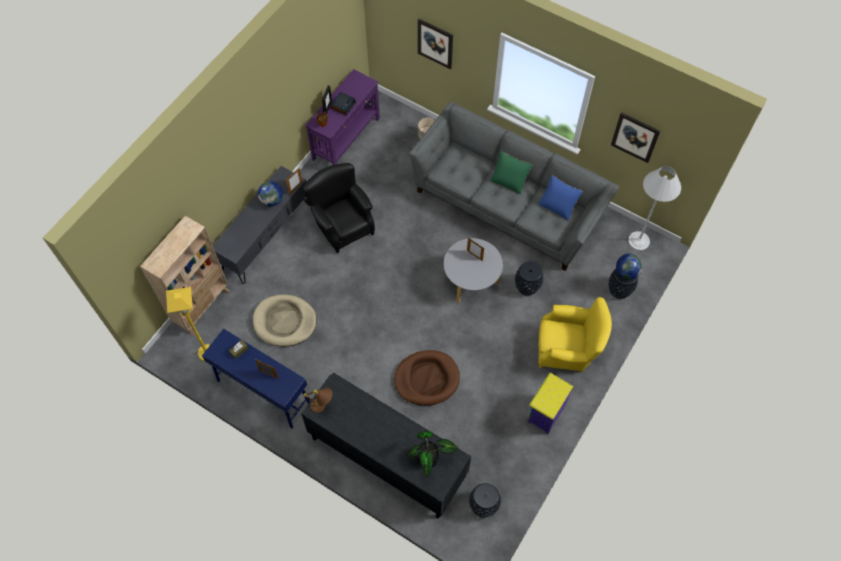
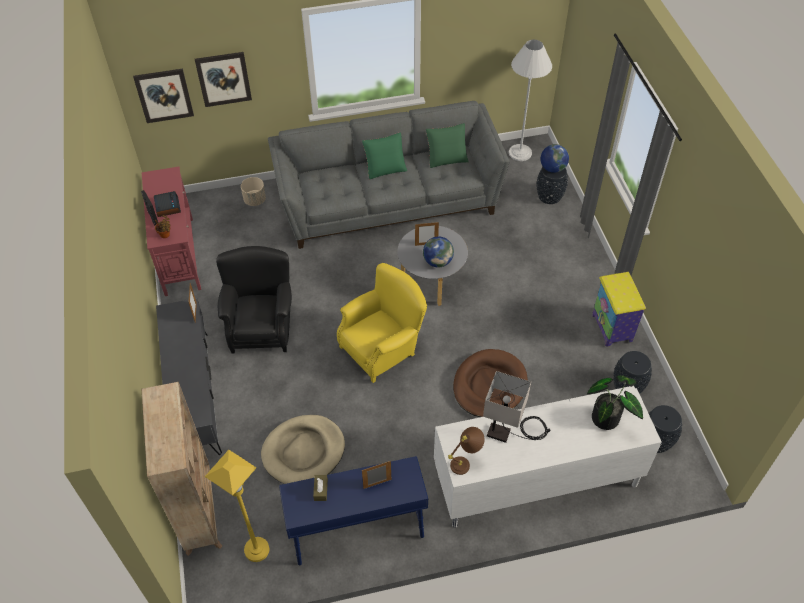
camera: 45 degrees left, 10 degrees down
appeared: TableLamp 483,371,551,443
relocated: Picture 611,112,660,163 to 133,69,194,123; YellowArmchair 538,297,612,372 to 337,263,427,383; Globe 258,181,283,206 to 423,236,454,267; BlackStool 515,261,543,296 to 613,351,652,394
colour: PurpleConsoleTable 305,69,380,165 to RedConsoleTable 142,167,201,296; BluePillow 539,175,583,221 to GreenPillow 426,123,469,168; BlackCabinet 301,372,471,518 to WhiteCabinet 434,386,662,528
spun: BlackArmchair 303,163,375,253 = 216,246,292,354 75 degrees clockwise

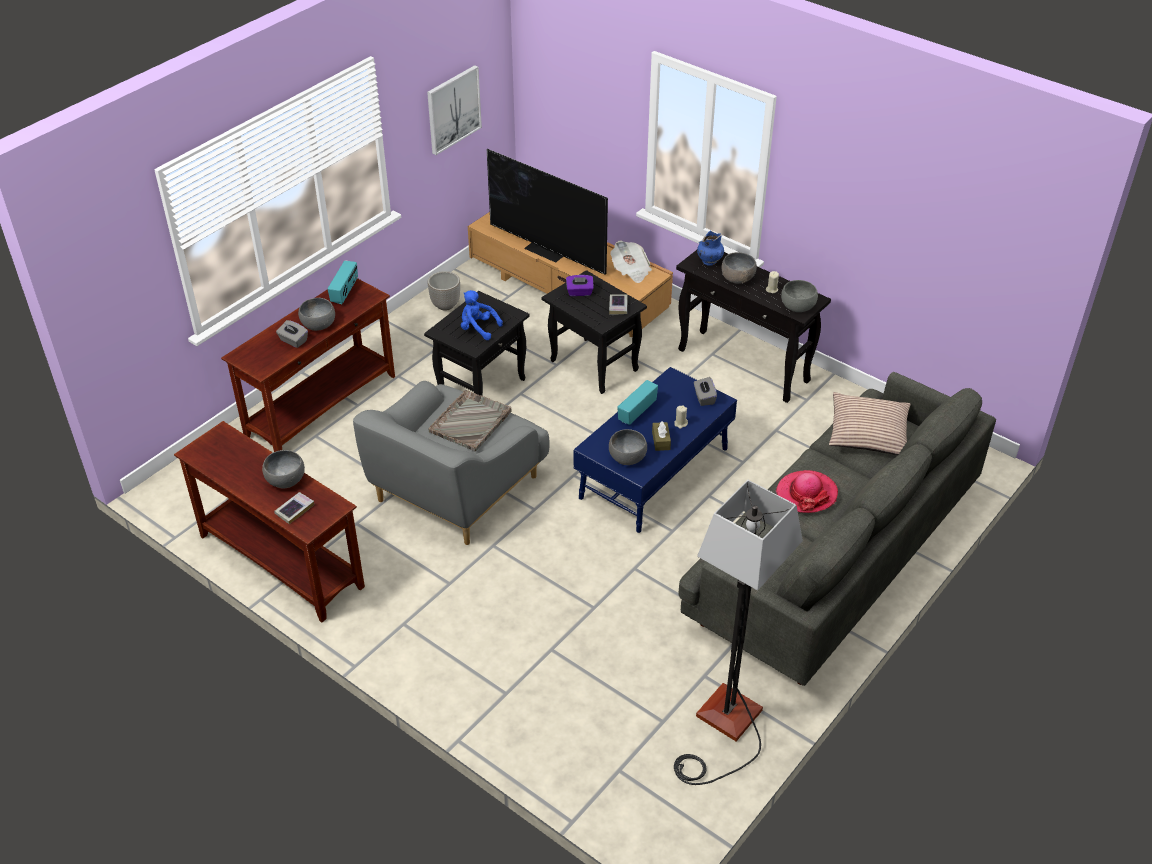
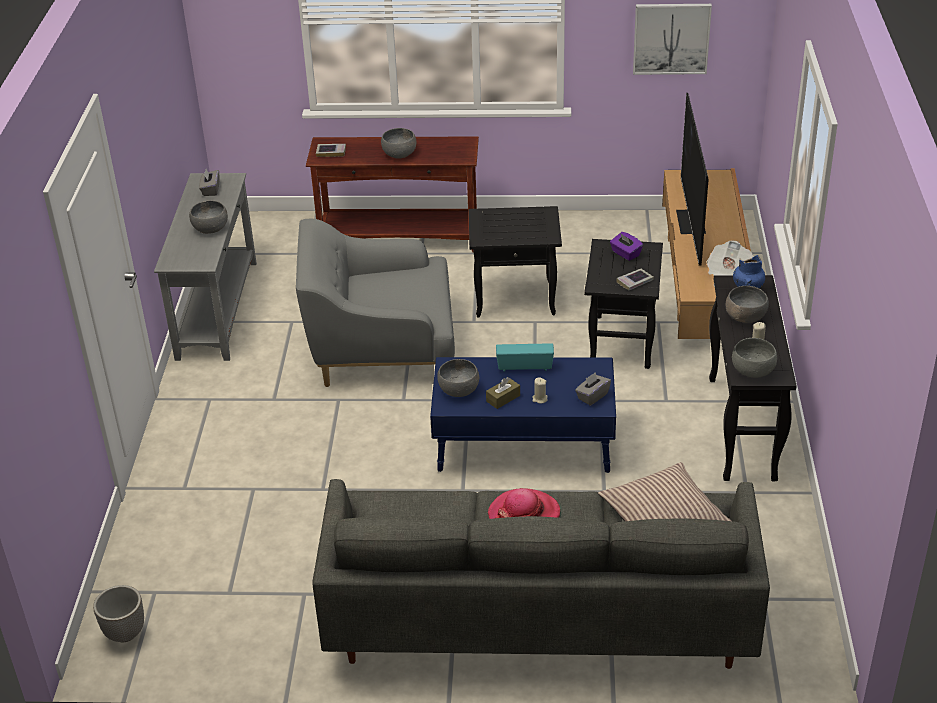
camera: 55 degrees right, 5 degrees down
missing: Radio 328,261,358,304; GreyTray 428,390,512,451; BluePlushToy 461,290,503,340; FloorLamp 674,480,803,785
relocated: Planter 428,271,460,311 to 93,585,144,642; GreyTissueBox 276,320,308,348 to 199,169,220,196; Book 274,492,314,524 to 316,144,346,157
colour: BrownConsoleTable 174,421,365,623 to GreyConsoleTable 154,173,257,361

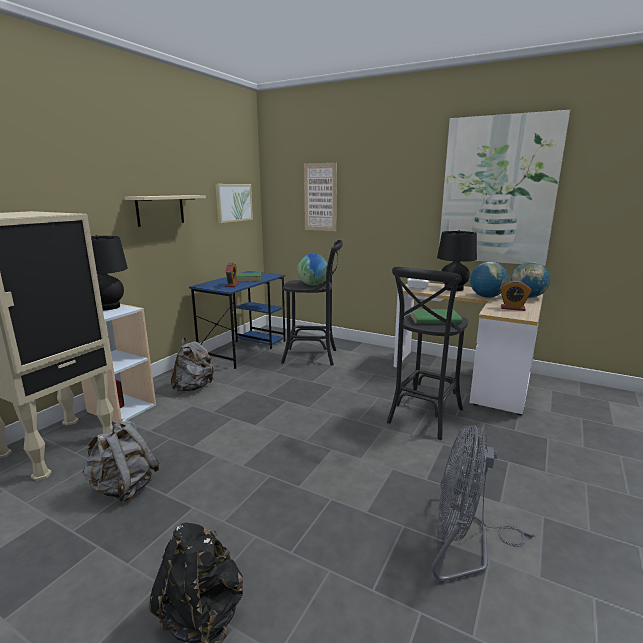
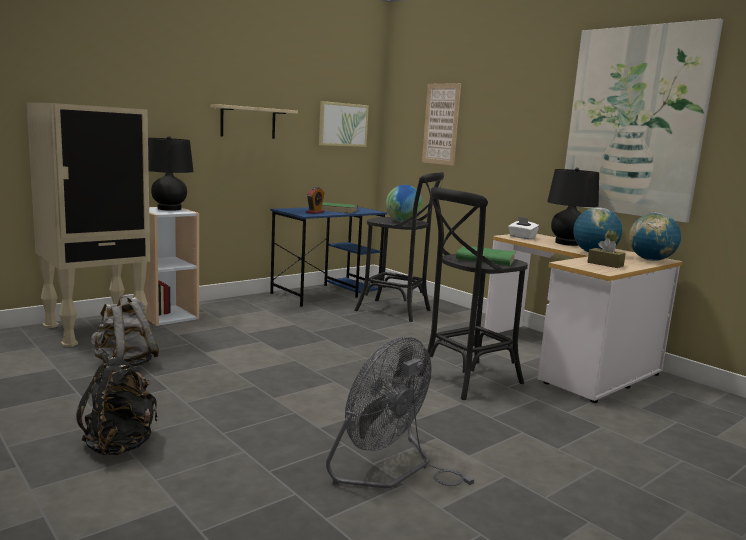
camera: 20 degrees right, 5 degrees down
missing: GreyBackpack 171,338,215,391
exchanged: AlarmClock 500,280,532,311 to BrownTissueBox 588,238,626,268

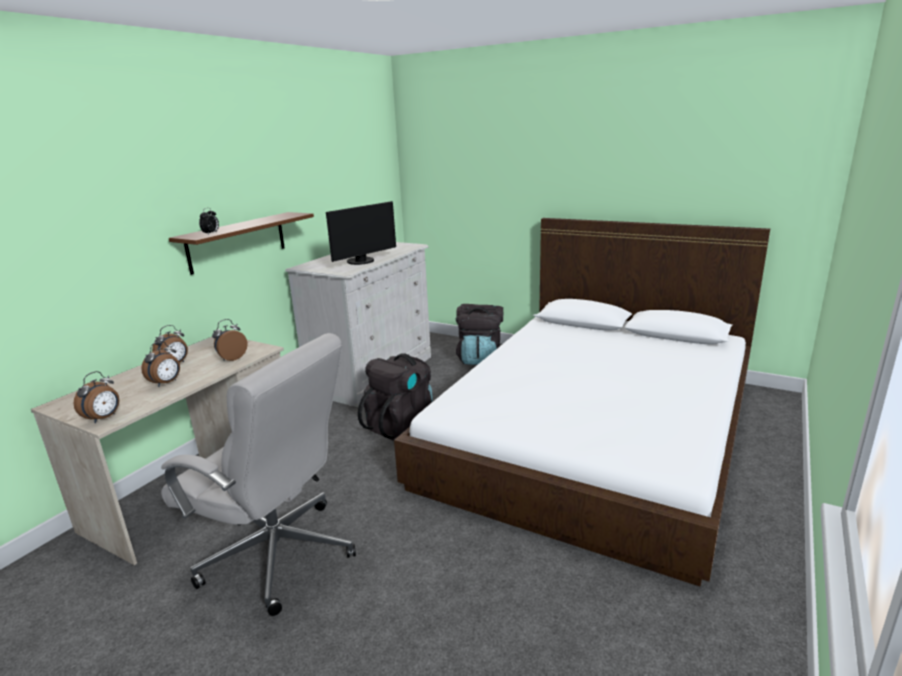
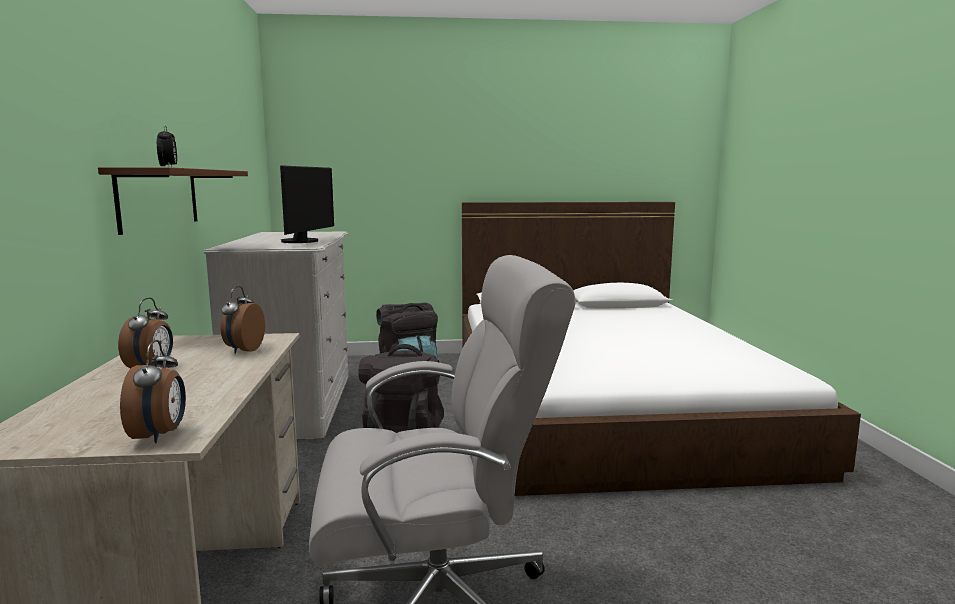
camera: 35 degrees left, 10 degrees down
missing: AlarmClock 141,341,180,387

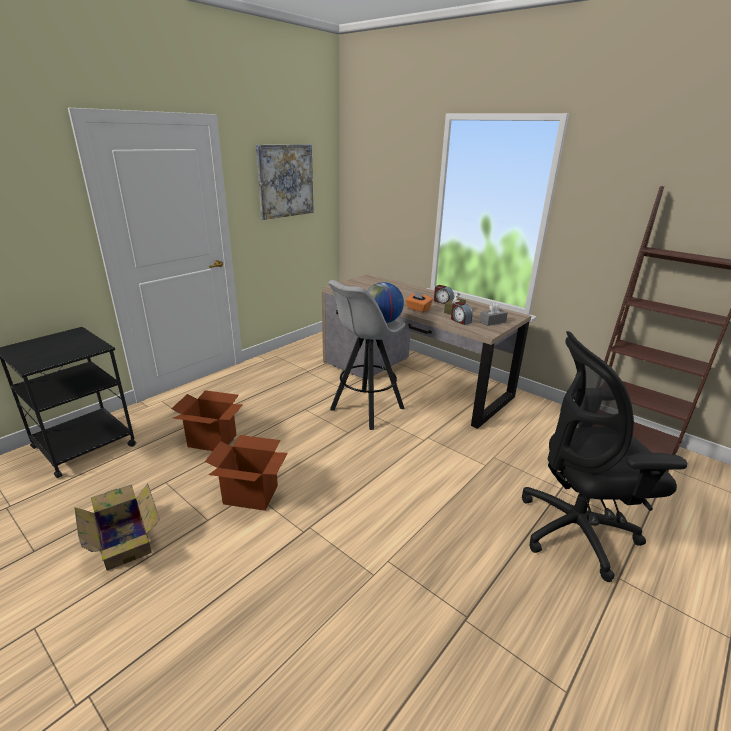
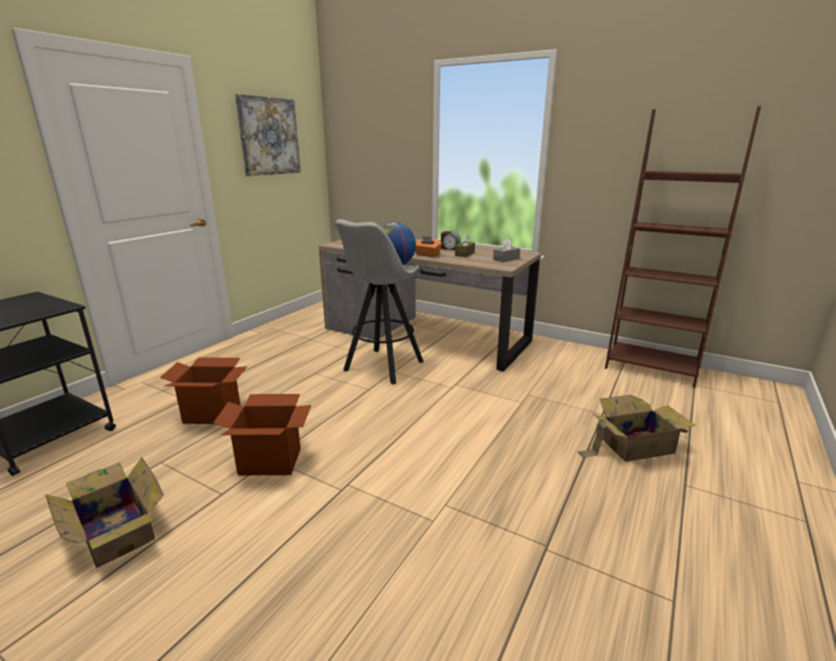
camera: 10 degrees left, 5 degrees down
missing: AlarmClock 451,302,472,325
exchanged: BlackOfficeChair 522,331,687,582 to CardboardBox 578,395,695,462

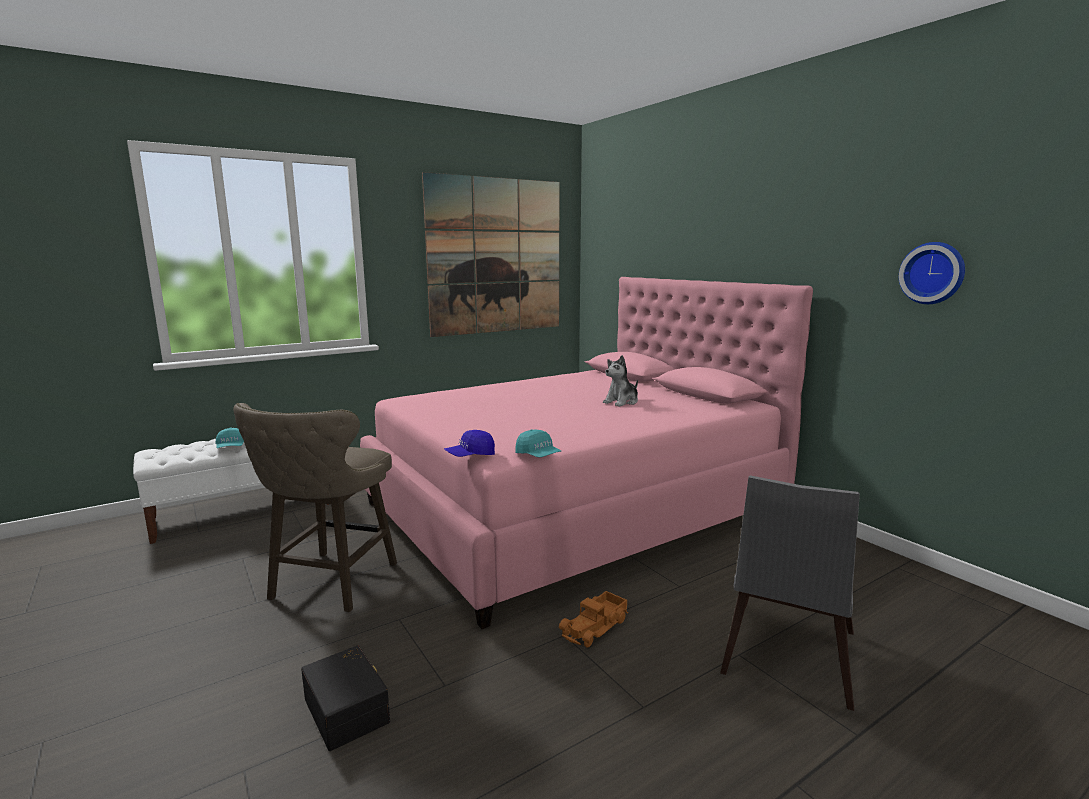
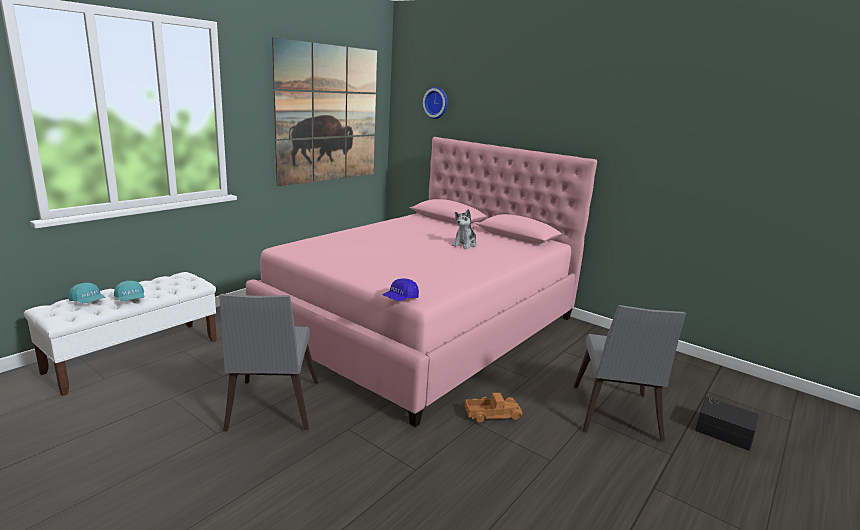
camera: 20 degrees left, 5 degrees up
relocated: TurquoiseCap 515,429,562,457 to 69,283,105,304; WallClock 899,242,965,304 to 423,87,448,119; BlackStorageBox 301,645,390,751 to 695,397,759,451
exchanged: BeigeStool 233,403,397,612 to GreyChair 219,294,319,432
spun: ToyTruck 559,591,628,648 = 465,393,523,423 120 degrees counterclockwise

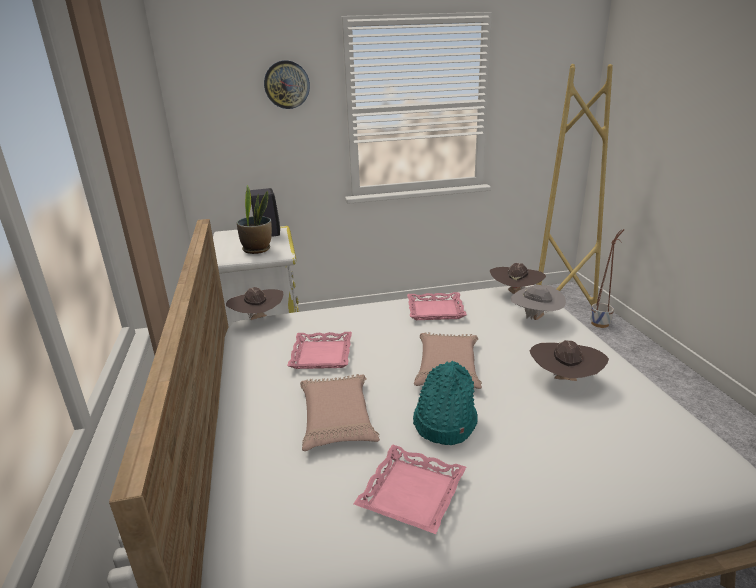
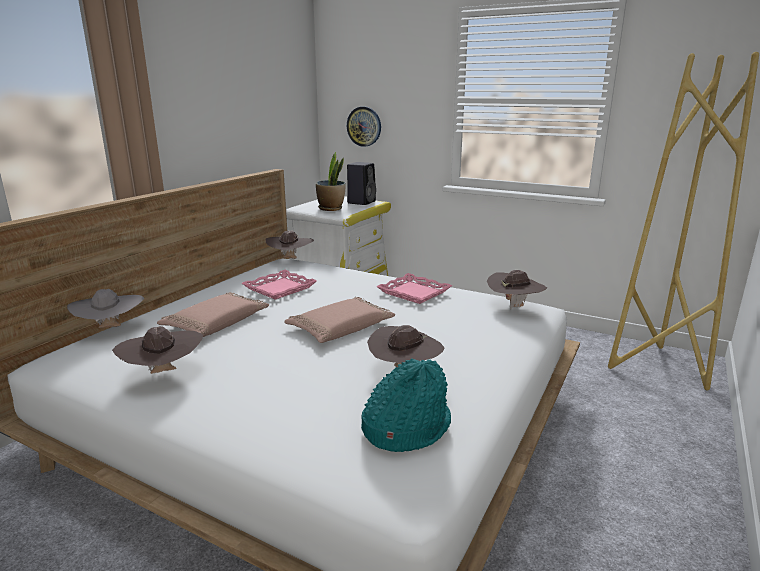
camera: 40 degrees right, 5 degrees down
missing: Planter 590,229,624,328
relocated: GreyHat 511,285,566,320 to 67,289,144,328; WallClock 264,60,310,109 to 347,107,381,147; TurquoiseHat 413,361,478,445 to 361,358,451,452
exchanged: PinkTray 354,444,466,534 to BrownHat 112,326,203,374

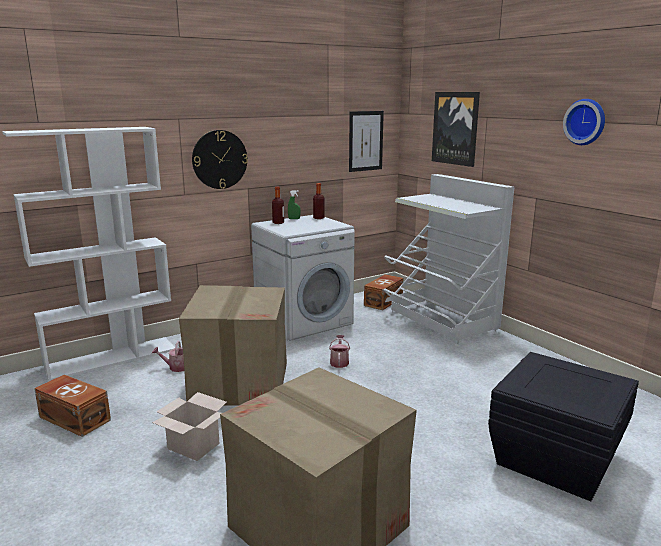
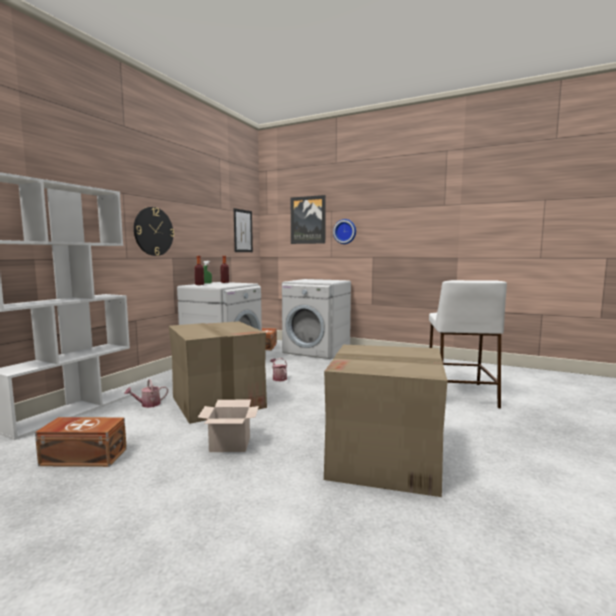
camera: 30 degrees left, 10 degrees down
relocated: WallClock 563,99,605,145 to 333,219,356,244
exchanged: WhiteShoeRack 384,174,514,346 to WhiteWashingMachine 282,279,351,359; BlackStorageBox 488,352,639,501 to WhiteStool 429,280,507,408

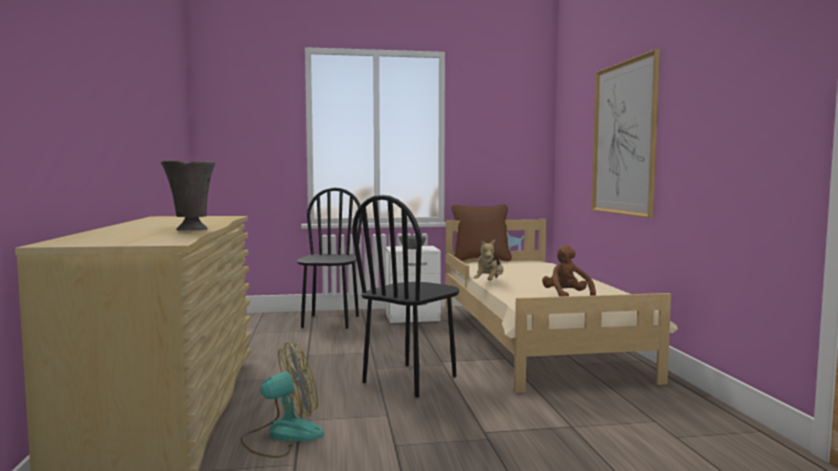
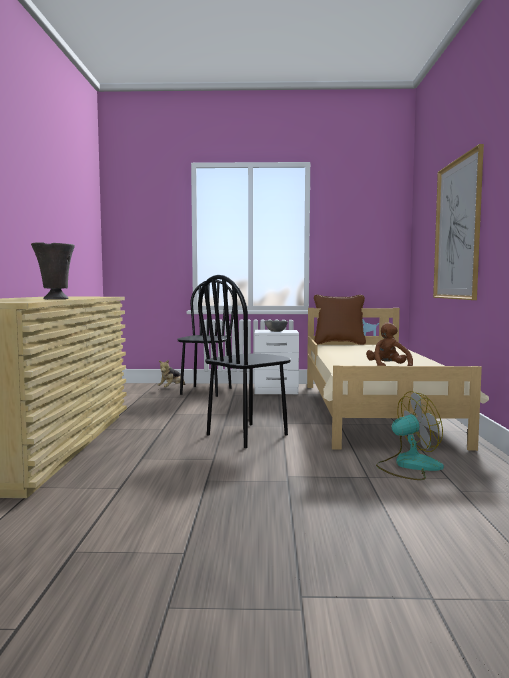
camera: 10 degrees right, 0 degrees up
relocated: PlushToy 474,239,503,281 to 158,360,185,387; Fan 240,342,324,458 to 376,391,444,480

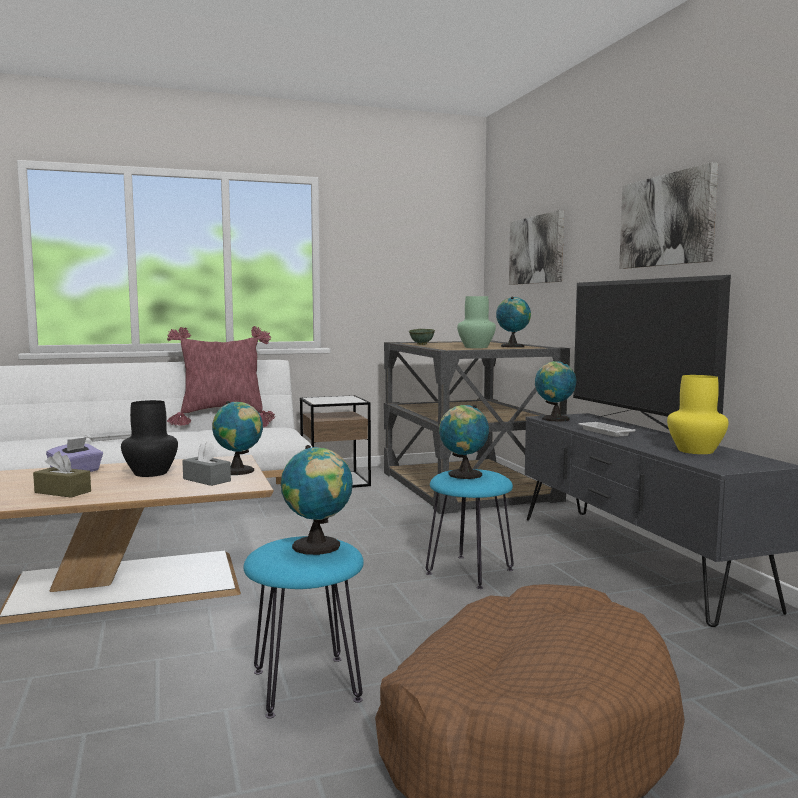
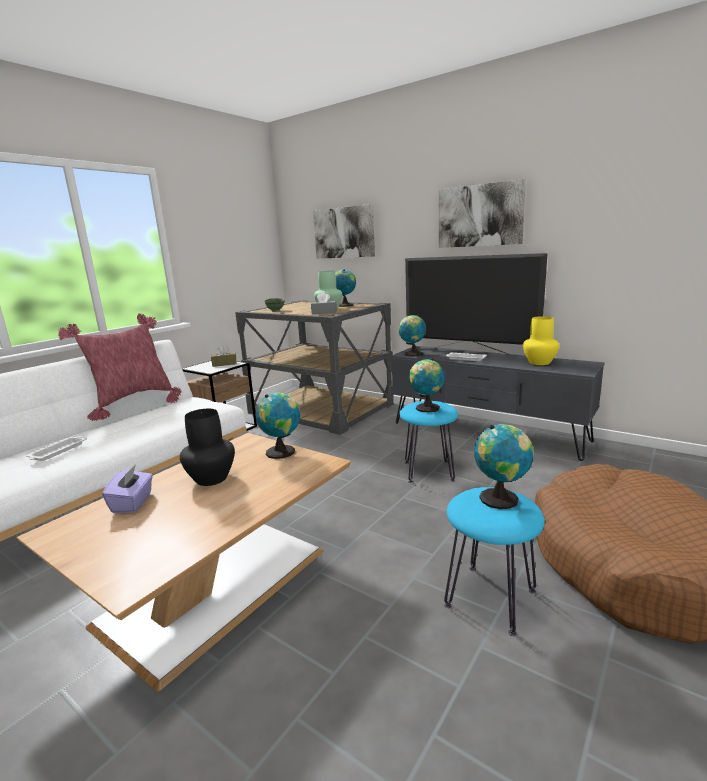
camera: 35 degrees left, 10 degrees up
relocated: BrownTissueBox 33,451,91,498 to 211,345,237,367; GreyTissueBox 182,441,231,486 to 311,292,337,314

